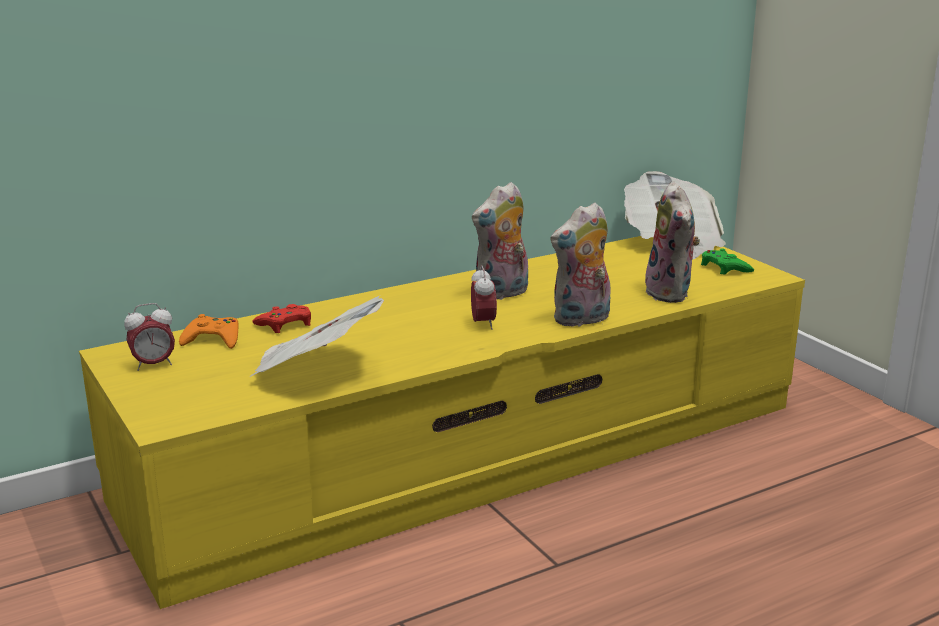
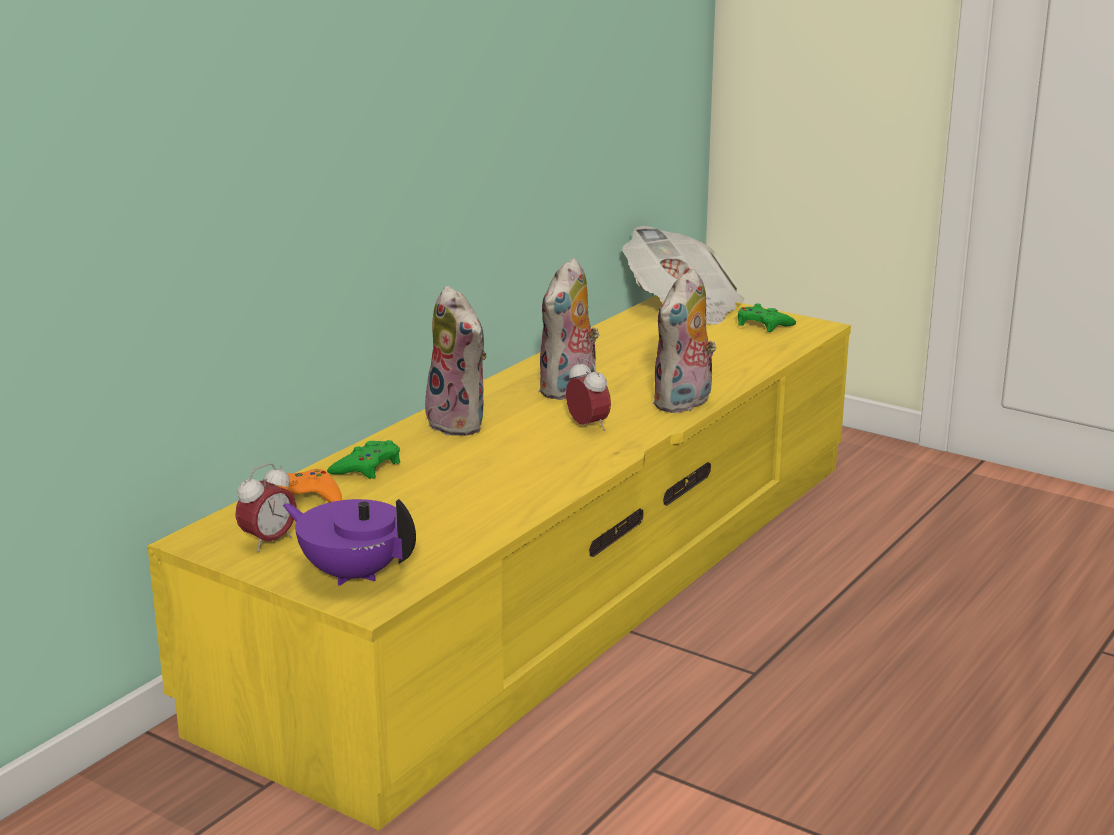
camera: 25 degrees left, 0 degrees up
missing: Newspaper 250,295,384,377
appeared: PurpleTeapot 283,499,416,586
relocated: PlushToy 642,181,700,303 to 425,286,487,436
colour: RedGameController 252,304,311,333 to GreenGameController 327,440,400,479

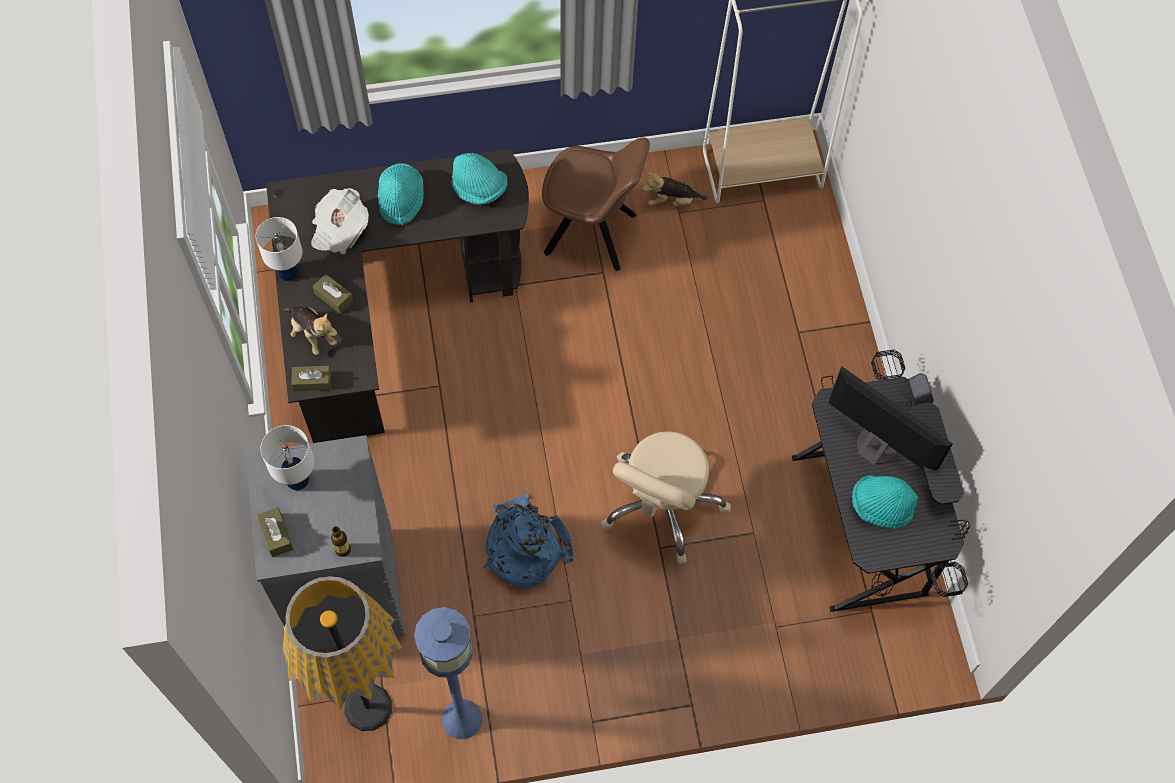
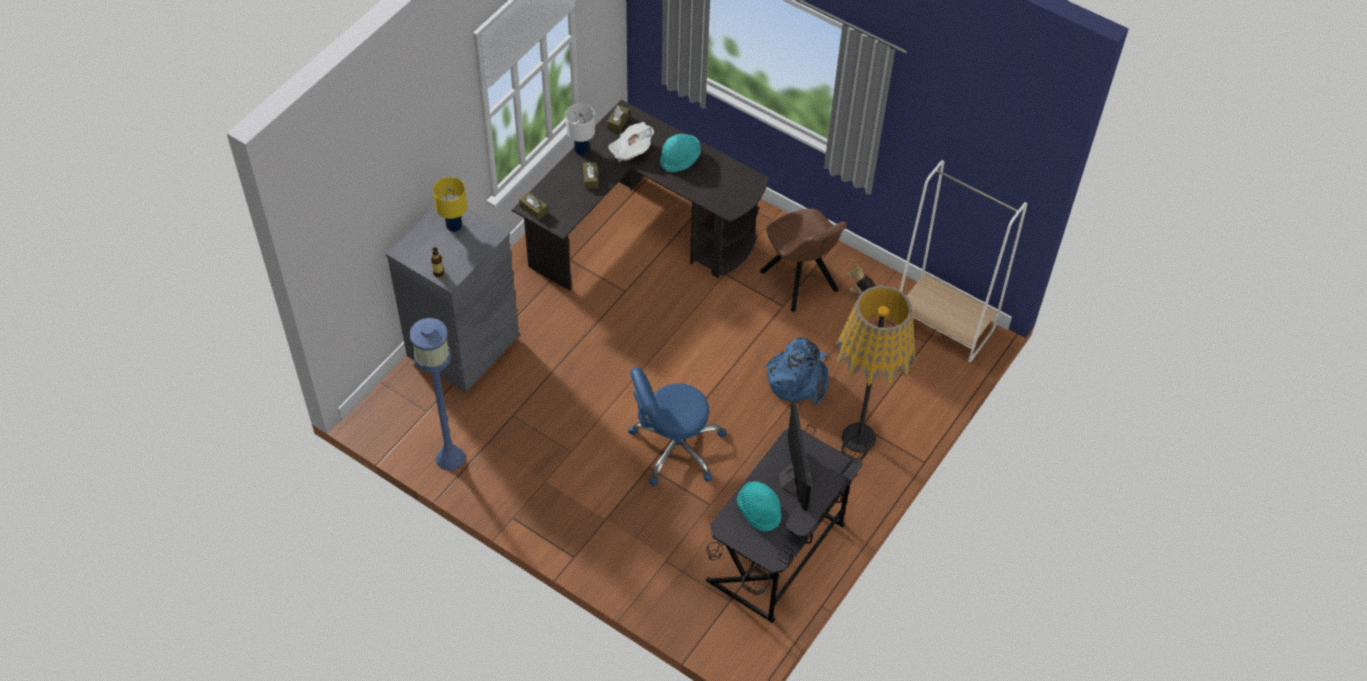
camera: 45 degrees right, 10 degrees down
missing: PlushToy 284,306,337,355; TurquoiseHat 452,153,508,205
relocated: BrownTissueBox 257,508,293,557 to 607,105,629,133; BlueBackpack 483,493,574,588 to 764,337,828,405; FloorLamp 283,576,402,731 to 835,285,916,453
colour: WhiteTableLamp 261,425,314,490 to YellowTableLamp 433,177,467,232; BeigeOfficeChair 601,431,731,564 to BlueOfficeChair 628,367,727,486

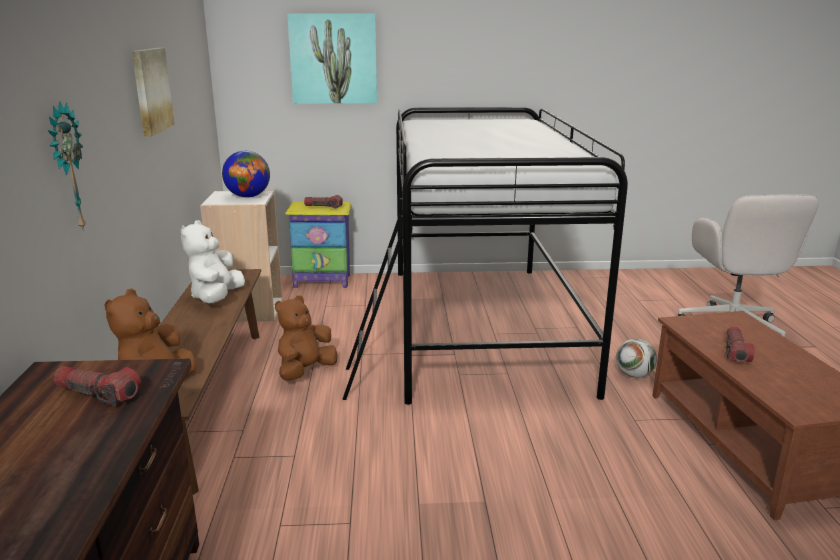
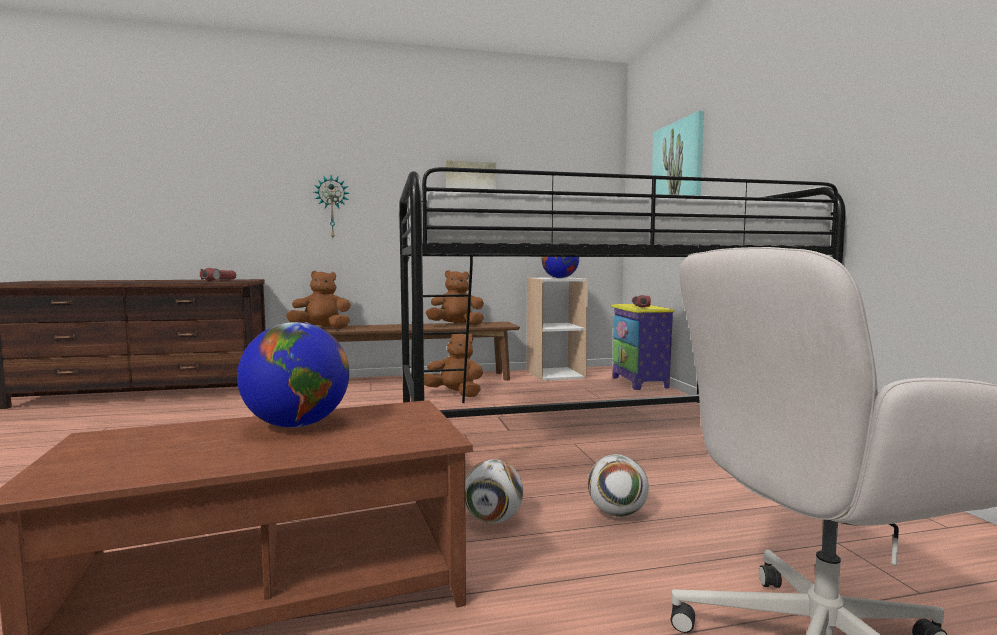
camera: 80 degrees right, 15 degrees down
appeared: Football 588,454,649,517
exchanged: Flashlight 726,326,755,362 to Globe 237,322,349,428
colour: WhitePlushToy 181,220,245,303 to BrownPlushToy 426,270,484,326

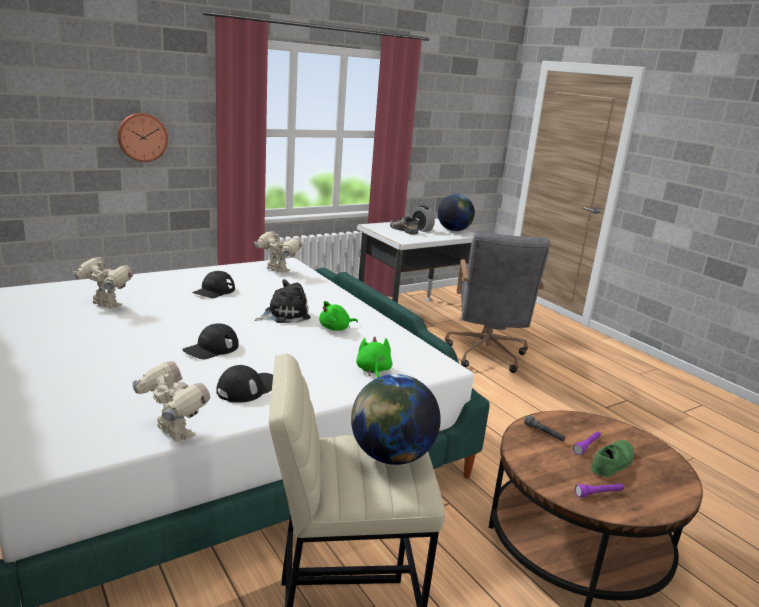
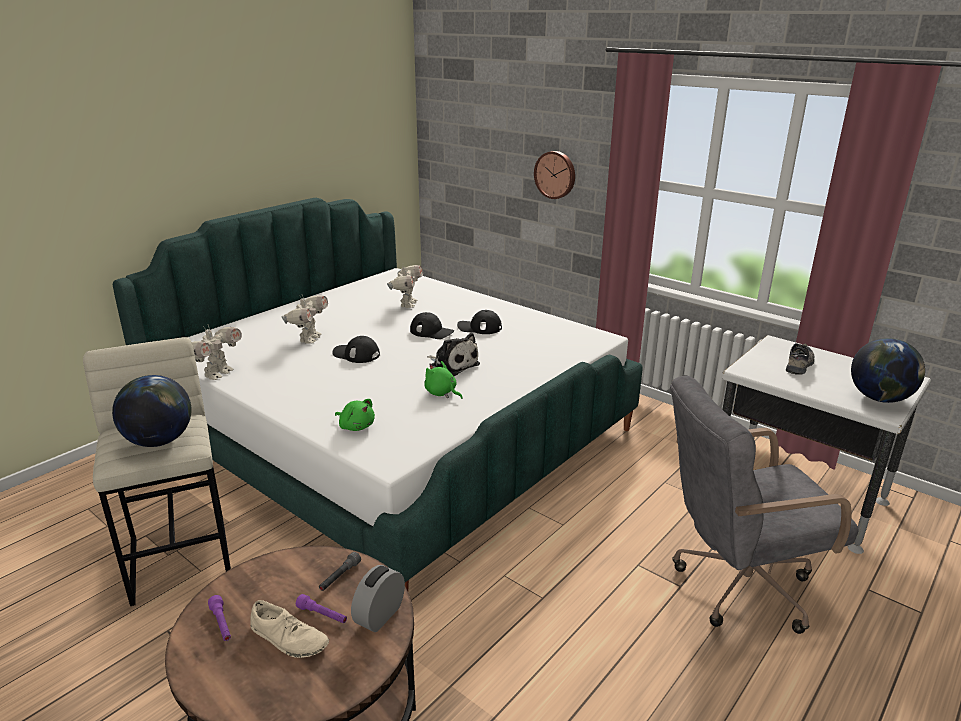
camera: 75 degrees right, 5 degrees up
relocated: ToyRobot 254,231,302,273 to 281,293,328,344; AlarmClock 410,205,435,232 to 351,565,405,632; BlackCap 217,365,273,403 to 410,312,454,339
colour: GreenShoe 591,440,634,477 to BeigeShoe 250,600,329,658
spun: GreenPlushToy 356,336,393,378 = 335,399,375,431 60 degrees clockwise

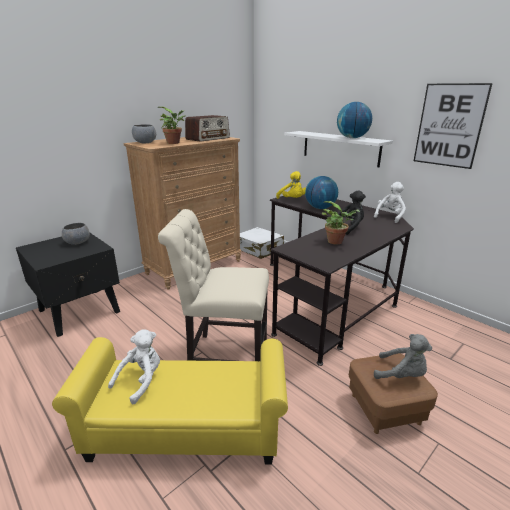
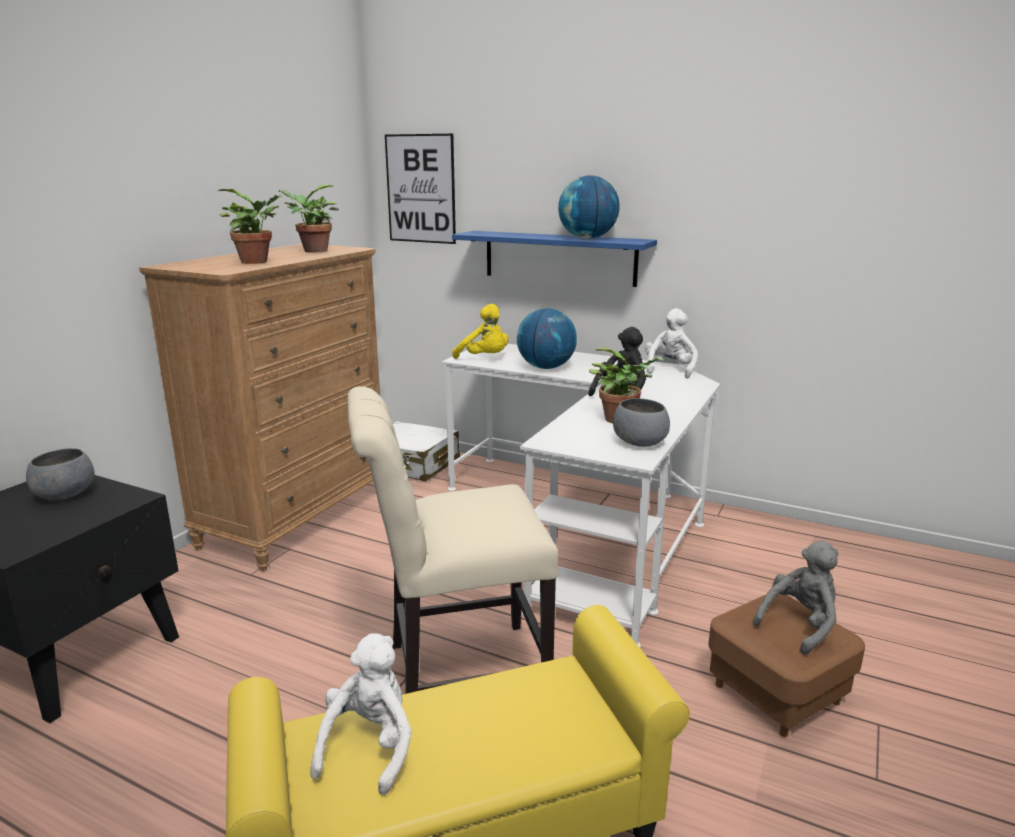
camera: 20 degrees left, 5 degrees down
relocated: Picture 414,83,493,169 to 385,134,456,244; GreyBowl 132,124,156,143 to 613,398,670,447
exchanged: Radio 185,115,230,142 to PottedPlant 279,185,339,253
colour: BlackDesk 270,194,414,366 to WhiteDesk 442,344,720,647; WhiteShelf 284,131,393,167 to BlueShelf 452,231,657,287
spun: GreyPlushToy 374,334,432,379 = 753,541,838,655 45 degrees counterclockwise

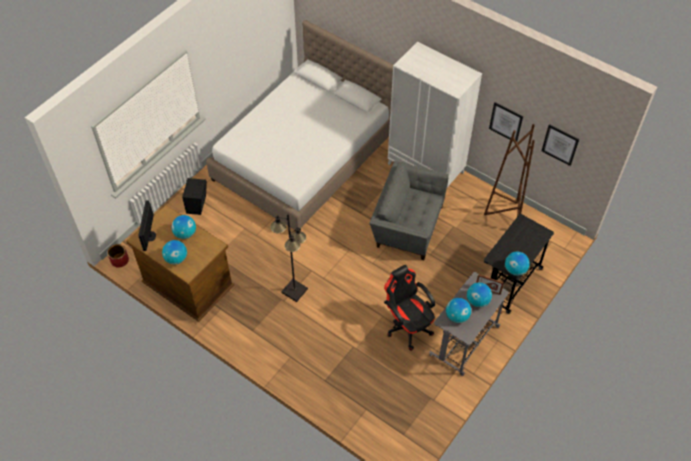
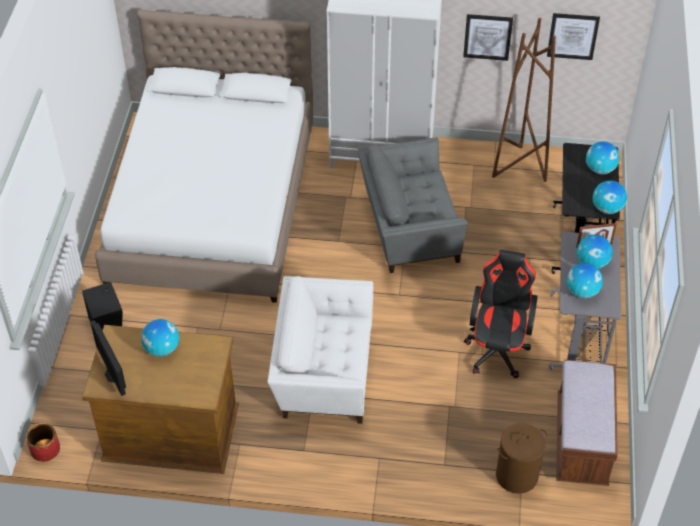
camera: 30 degrees left, 5 degrees down
appeared: BrownLaundryBasket 496,423,547,494; BrownBench 556,359,618,486
relocated: Globe 162,240,187,265 to 586,142,619,175
exchanged: BlackFloorLamp 270,214,308,302 to WhiteArmchair 268,276,373,424
spun: BlackOfficeChair 384,265,435,351 = 464,250,537,378 75 degrees clockwise

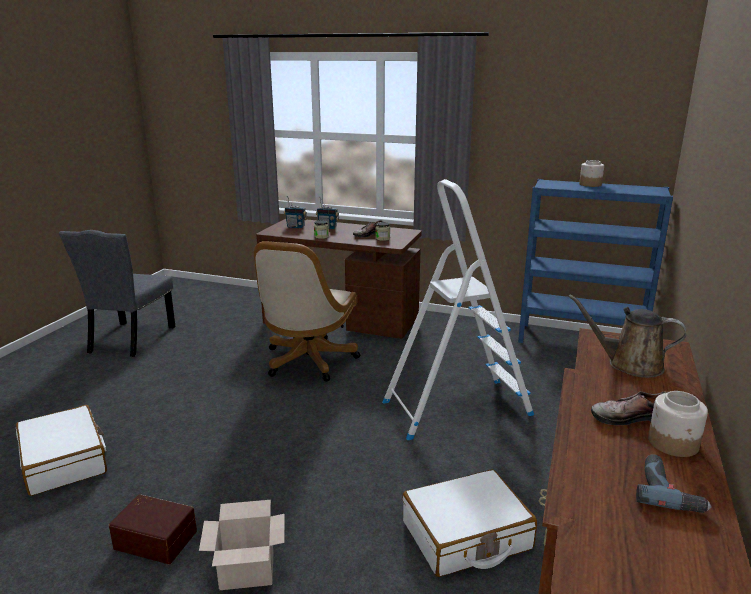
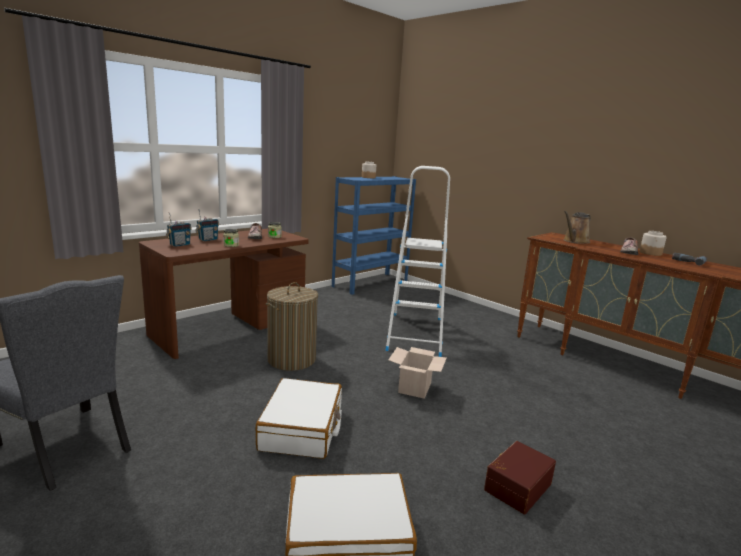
camera: 65 degrees left, 5 degrees down
relocated: WhiteSuitcase 402,470,537,577 to 255,378,342,459; CardboardBox 199,500,285,590 to 388,347,447,399
exchanged: OfficeChair 254,241,360,381 to LaundryBasket 266,282,318,371

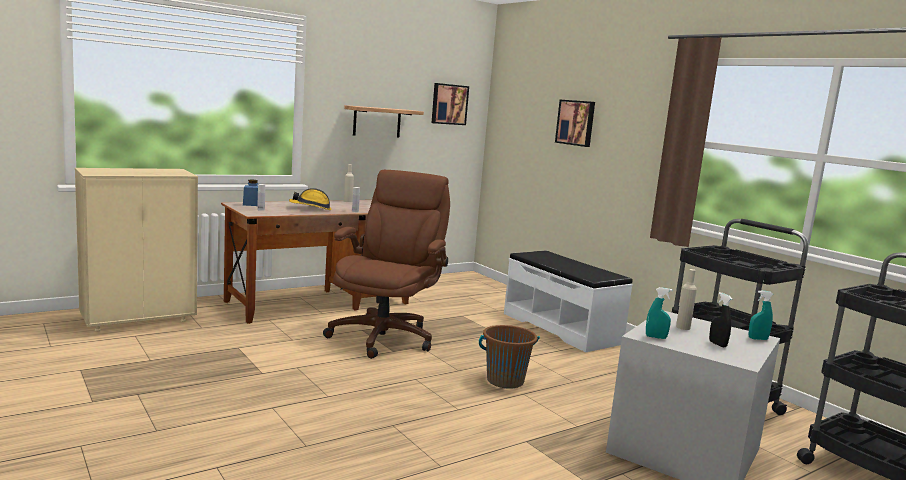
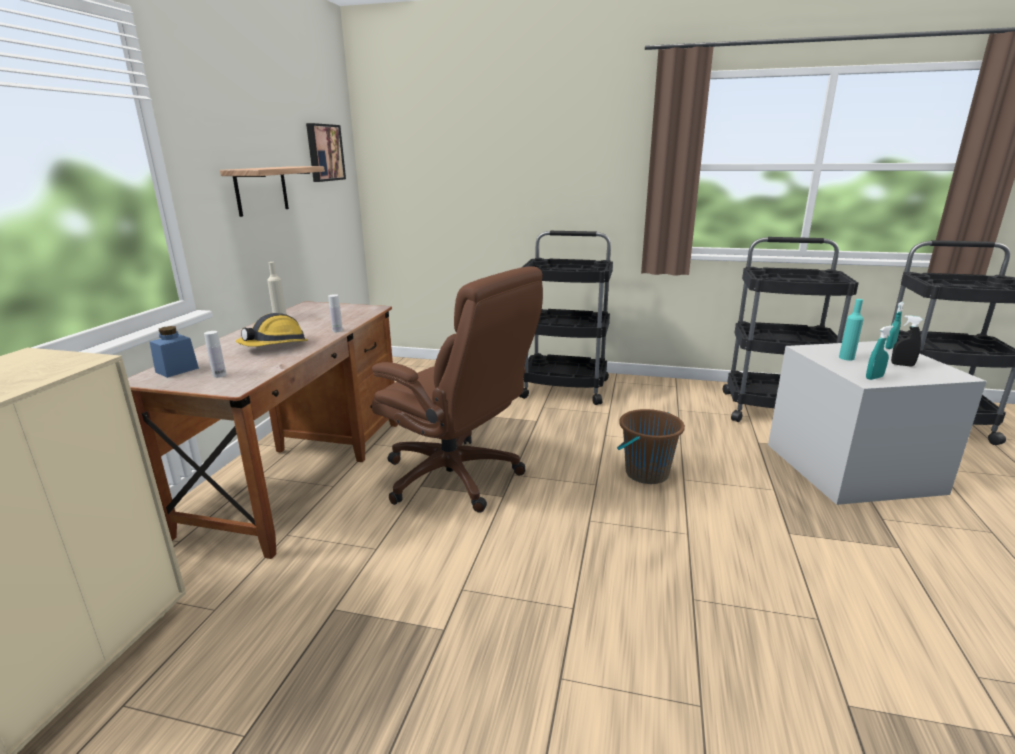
camera: 40 degrees left, 10 degrees up
missing: Picture 555,100,595,147
exchanged: WhiteBench 504,251,633,352 to BlackCart 519,231,613,405
colour: BeigeBottle 676,269,697,330 to TurquoiseBottle 839,299,864,360
spun: BrownOfficeChair 323,170,450,359 = 372,266,543,513 150 degrees clockwise

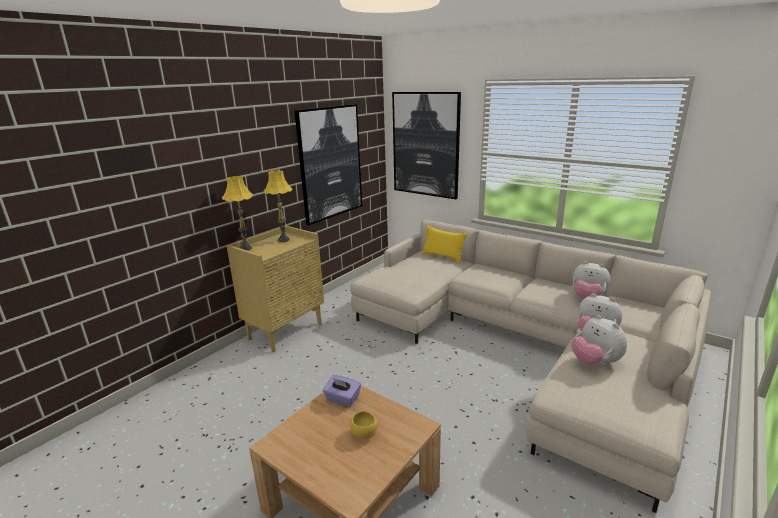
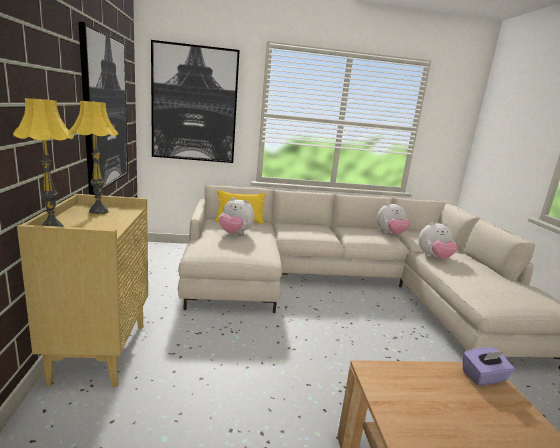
camera: 45 degrees left, 5 degrees down
missing: YellowBowl 350,411,378,439
relocated: PlushToy 572,315,627,365 to 219,197,254,234; PurpleTissueBox 323,375,361,407 to 463,347,515,385

